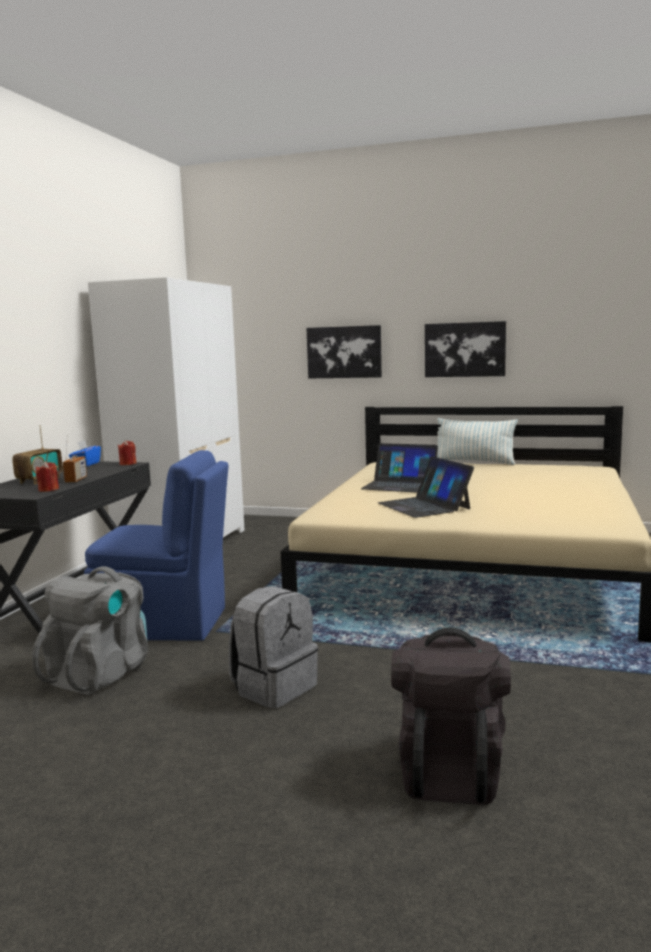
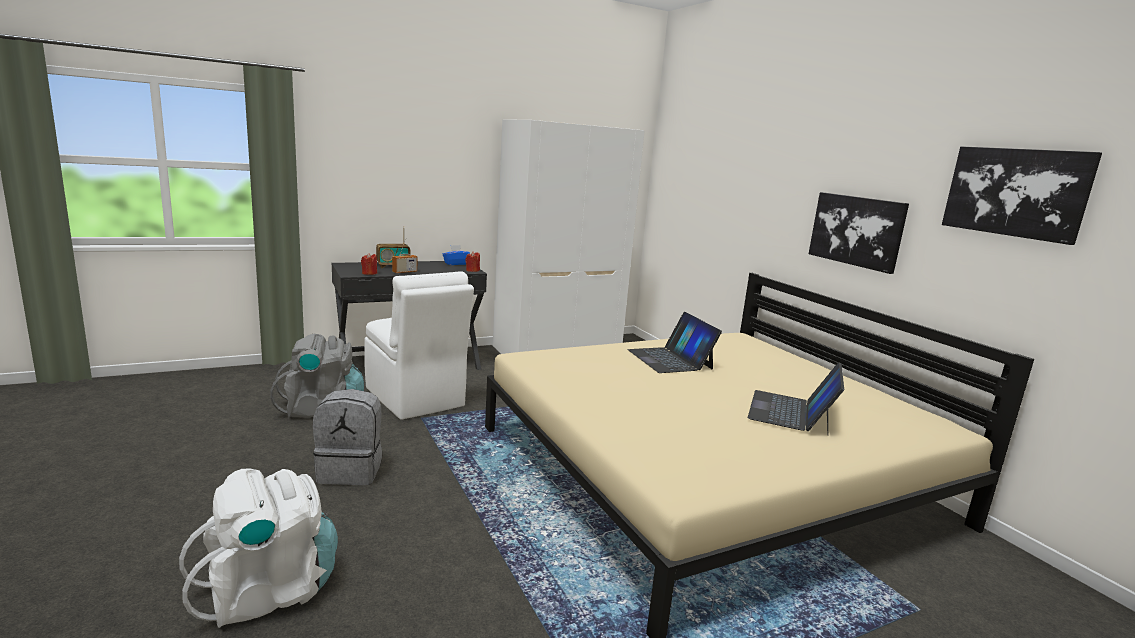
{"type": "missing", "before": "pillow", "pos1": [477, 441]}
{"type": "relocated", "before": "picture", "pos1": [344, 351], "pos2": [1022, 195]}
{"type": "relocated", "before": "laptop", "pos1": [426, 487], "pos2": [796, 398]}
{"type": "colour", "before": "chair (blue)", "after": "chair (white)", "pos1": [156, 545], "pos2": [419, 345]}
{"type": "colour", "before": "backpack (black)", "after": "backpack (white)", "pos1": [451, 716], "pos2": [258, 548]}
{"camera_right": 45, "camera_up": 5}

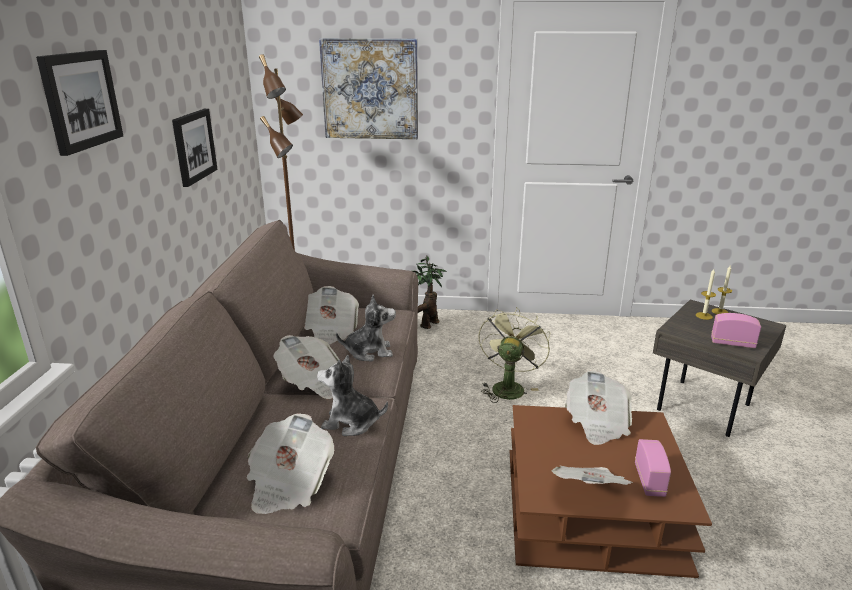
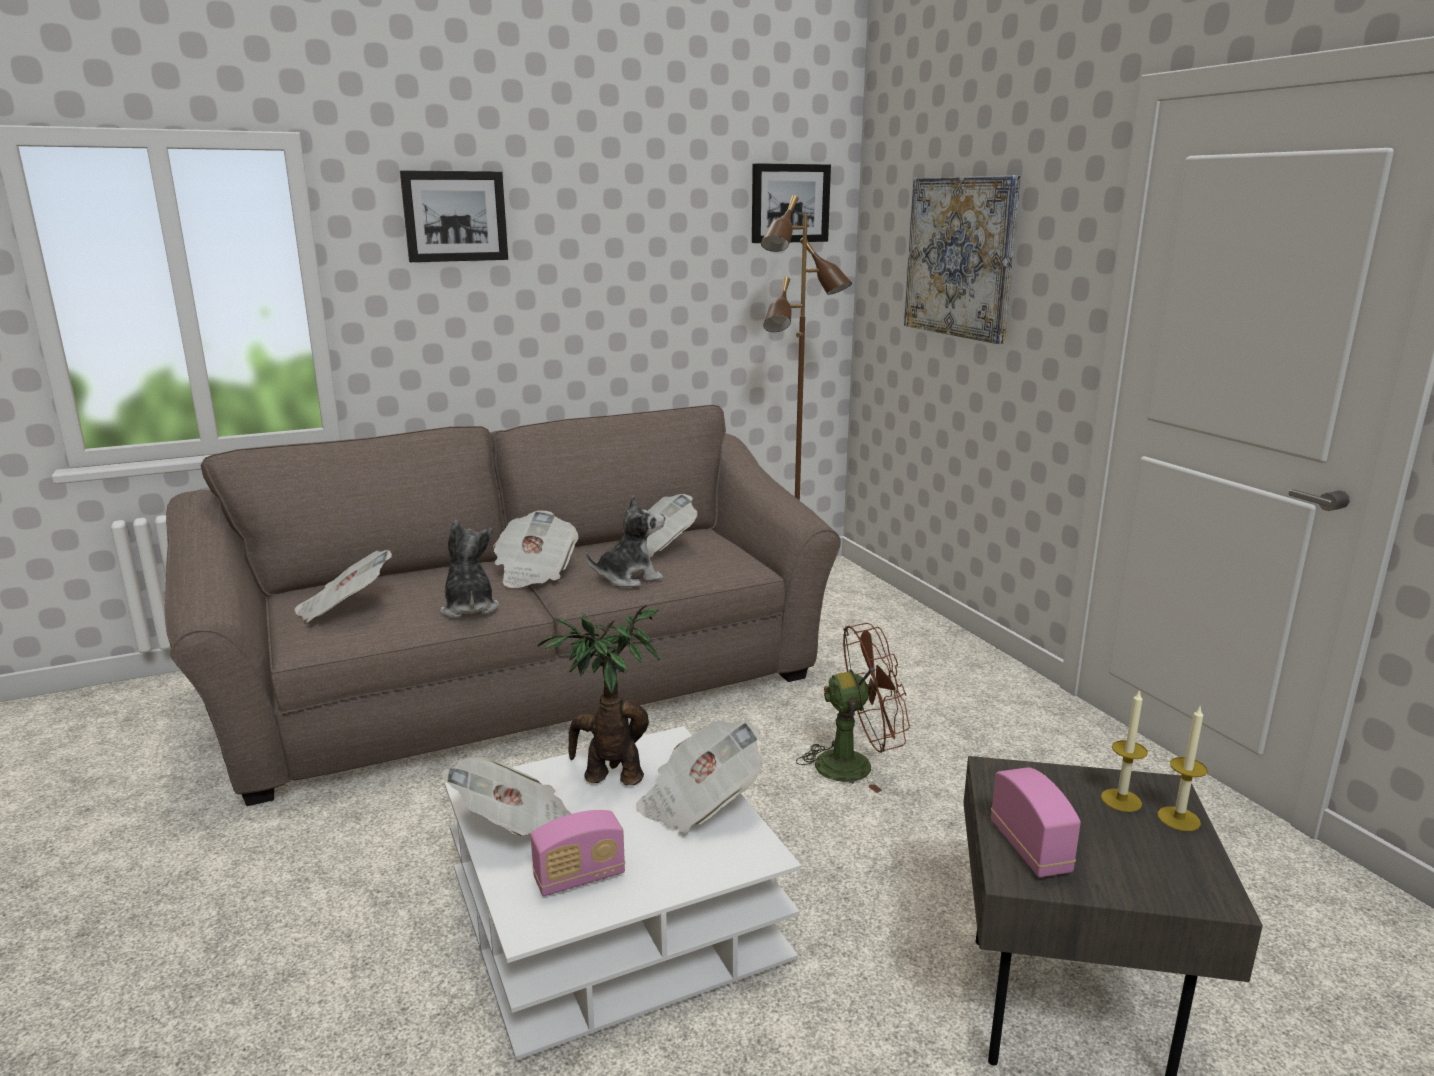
{"type": "relocated", "before": "picture", "pos1": [195, 148], "pos2": [791, 203]}
{"type": "relocated", "before": "potted plant", "pos1": [429, 292], "pos2": [599, 695]}
{"type": "colour", "before": "fan (green)", "after": "fan (brown)", "pos1": [514, 355], "pos2": [853, 708]}
{"type": "colour", "before": "coffee table (brown)", "after": "coffee table (white)", "pos1": [611, 491], "pos2": [623, 893]}
{"type": "spun", "before": "plush toy", "pos1": [366, 327], "pos2": [625, 541], "turn": -75}
{"camera_right": 60, "camera_up": -5}

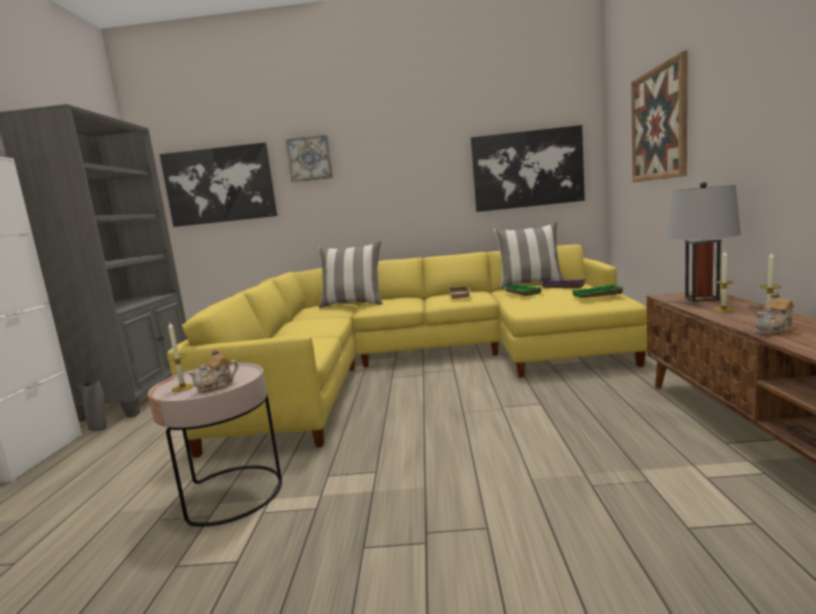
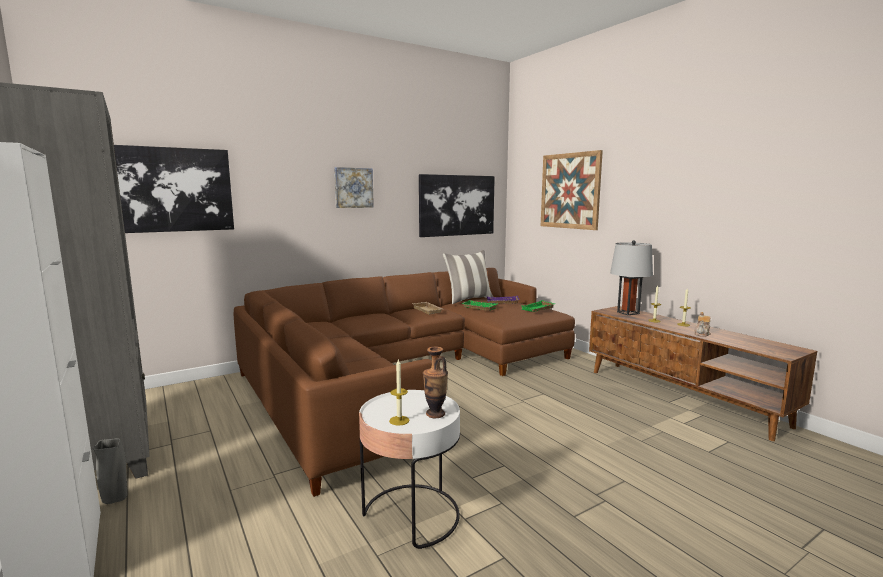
{"type": "missing", "before": "pillow", "pos1": [350, 274]}
{"type": "relocated", "before": "picture", "pos1": [309, 158], "pos2": [354, 187]}
{"type": "exchanged", "before": "teapot", "after": "vase", "pos1": [213, 371], "pos2": [435, 382]}
{"type": "colour", "before": "side table (pink)", "after": "side table (white)", "pos1": [215, 445], "pos2": [409, 469]}
{"type": "colour", "before": "sofa (yellow)", "after": "sofa (brown)", "pos1": [407, 351], "pos2": [404, 382]}
{"camera_right": -35, "camera_up": 0}

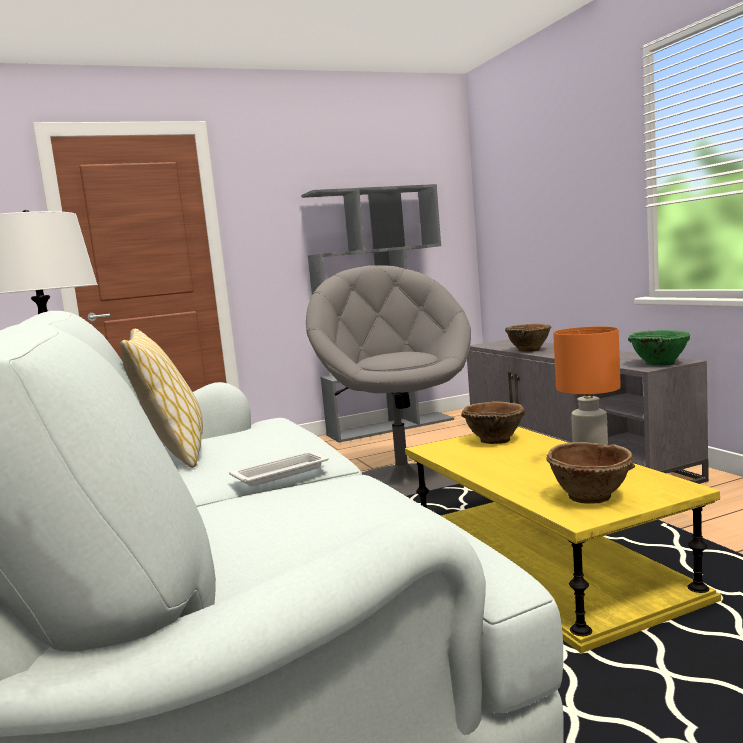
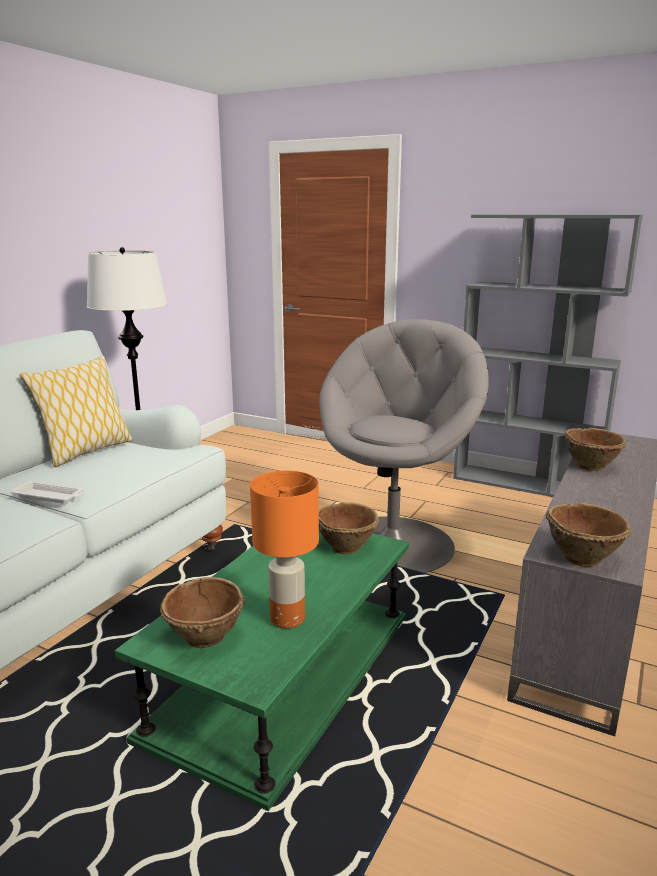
{"type": "colour", "before": "coffee table (yellow)", "after": "coffee table (green)", "pos1": [563, 540], "pos2": [262, 670]}
{"type": "colour", "before": "bowl (green)", "after": "bowl (brown)", "pos1": [659, 348], "pos2": [588, 535]}
{"camera_right": 50, "camera_up": 10}

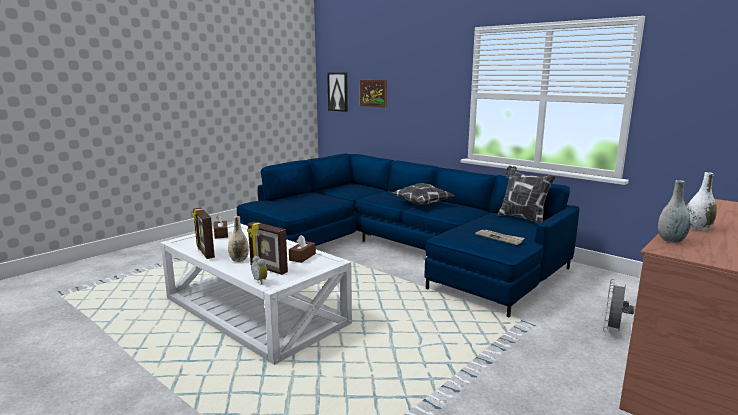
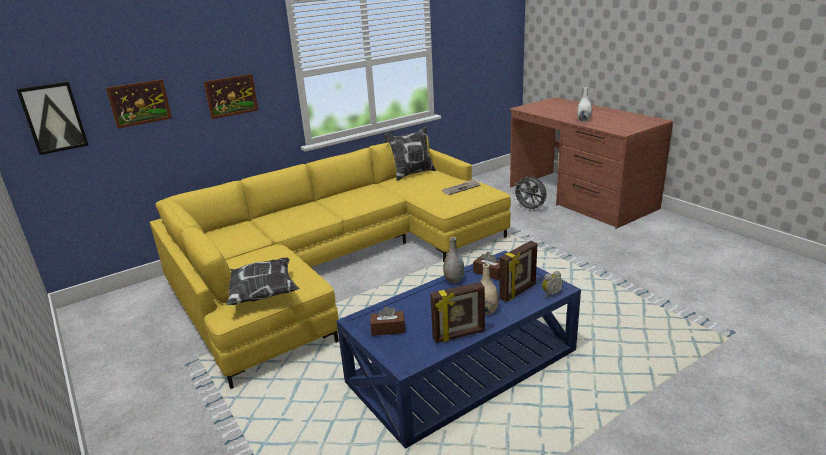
{"type": "appeared", "after": "picture", "pos2": [231, 96]}
{"type": "relocated", "before": "pillow", "pos1": [423, 194], "pos2": [263, 281]}
{"type": "relocated", "before": "vase (grey)", "pos1": [674, 211], "pos2": [454, 260]}
{"type": "colour", "before": "coffee table (white)", "after": "coffee table (blue)", "pos1": [256, 294], "pos2": [459, 349]}
{"type": "colour", "before": "sofa (blue)", "after": "sofa (yellow)", "pos1": [408, 235], "pos2": [330, 262]}
{"camera_right": -75, "camera_up": 10}

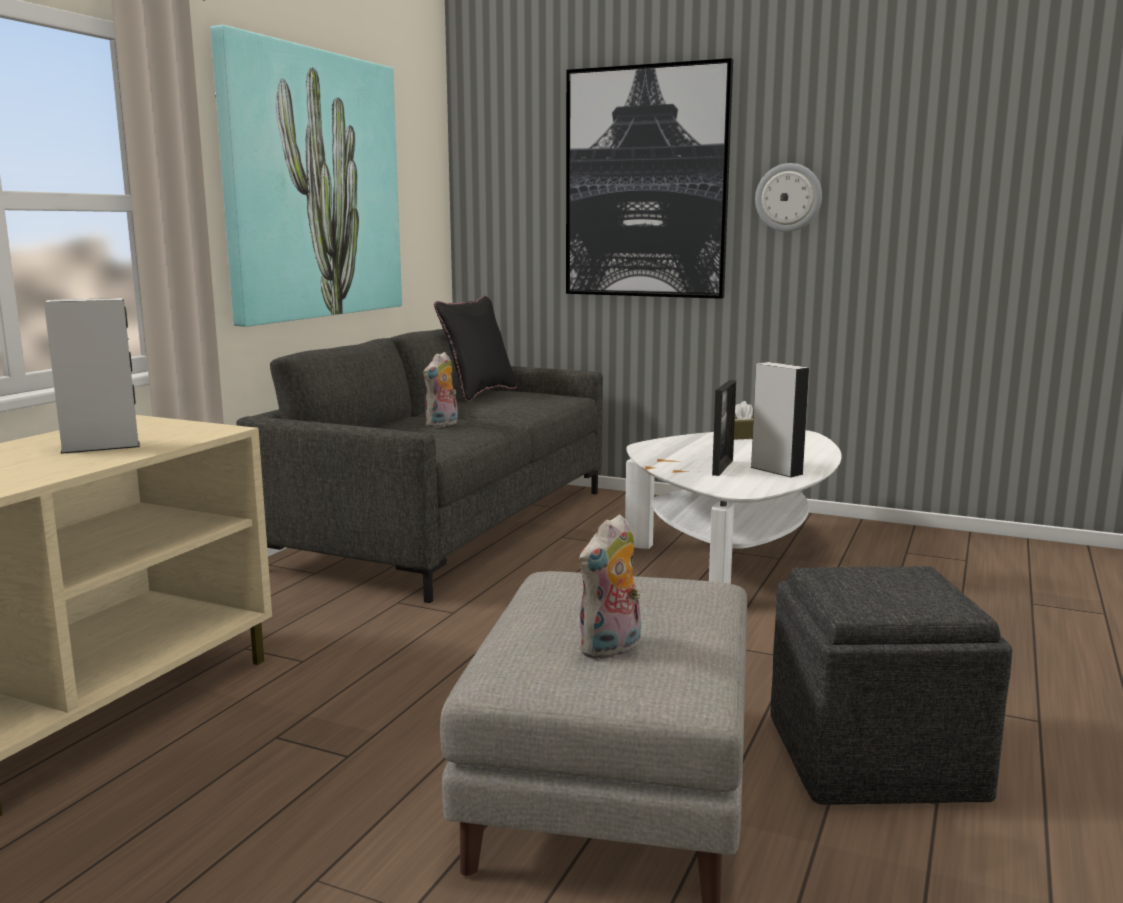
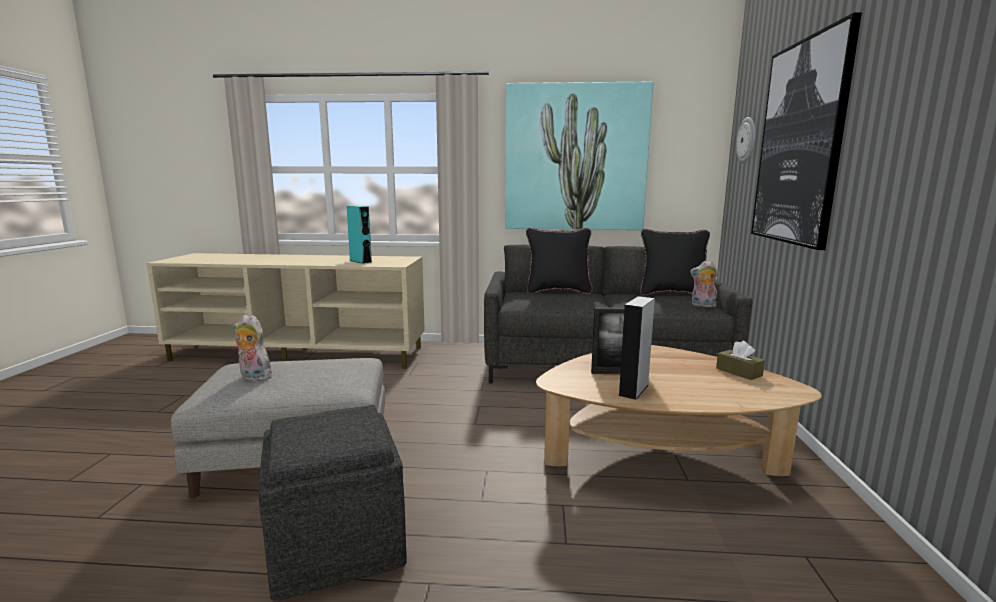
{"type": "appeared", "after": "pillow (black)", "pos2": [559, 261]}
{"type": "relocated", "before": "plush toy", "pos1": [440, 390], "pos2": [704, 284]}
{"type": "relocated", "before": "wall clock", "pos1": [788, 197], "pos2": [745, 140]}
{"type": "colour", "before": "speaker (grey)", "after": "speaker (turquoise)", "pos1": [92, 376], "pos2": [359, 235]}
{"type": "colour", "before": "coffee table (white)", "after": "coffee table (brown)", "pos1": [733, 507], "pos2": [679, 410]}
{"camera_right": 70, "camera_up": 0}

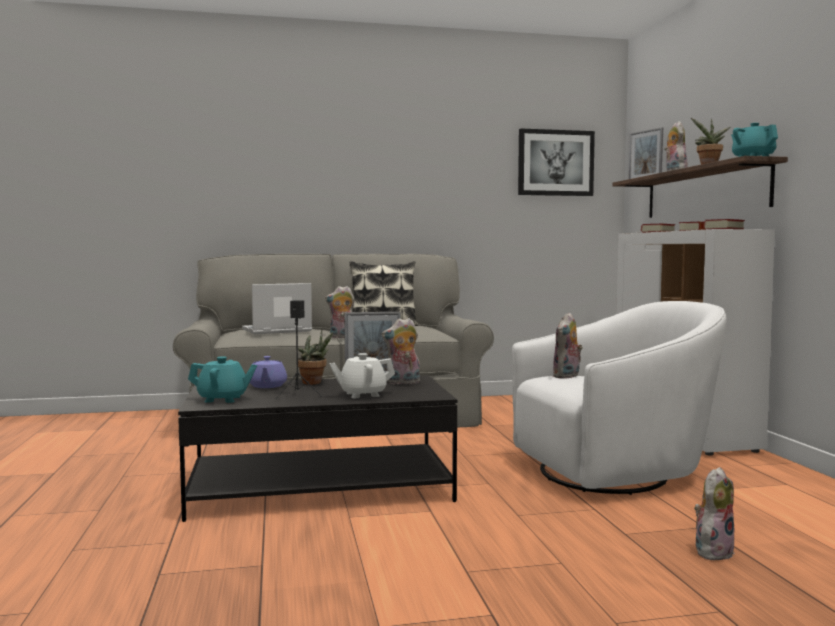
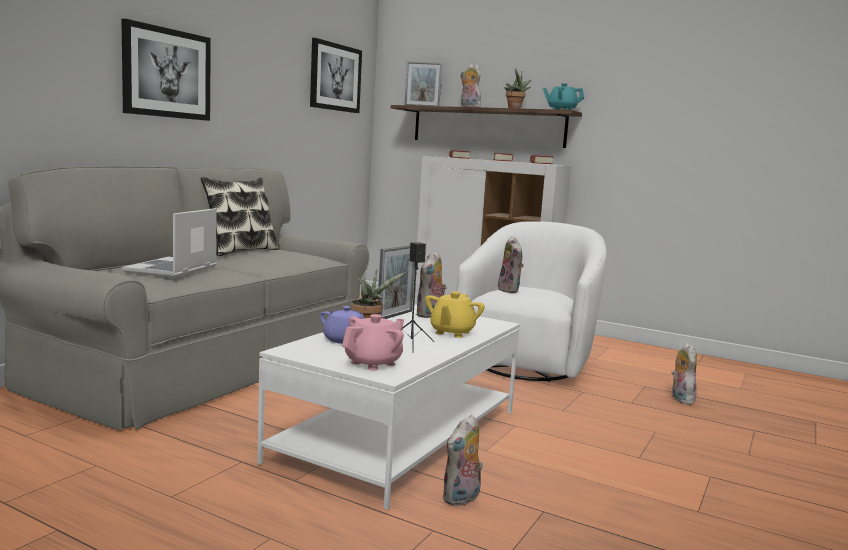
{"type": "appeared", "after": "picture", "pos2": [166, 70]}
{"type": "relocated", "before": "plush toy", "pos1": [340, 312], "pos2": [462, 460]}
{"type": "colour", "before": "coffee table (black)", "after": "coffee table (white)", "pos1": [317, 448], "pos2": [388, 407]}
{"type": "colour", "before": "teapot (turquoise)", "after": "teapot (pink)", "pos1": [222, 379], "pos2": [373, 342]}
{"type": "colour", "before": "teapot (white)", "after": "teapot (yellow)", "pos1": [362, 375], "pos2": [455, 314]}
{"camera_right": -50, "camera_up": 5}

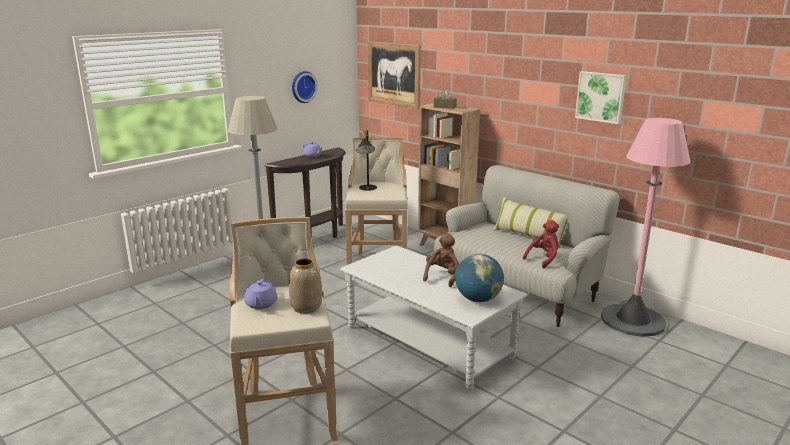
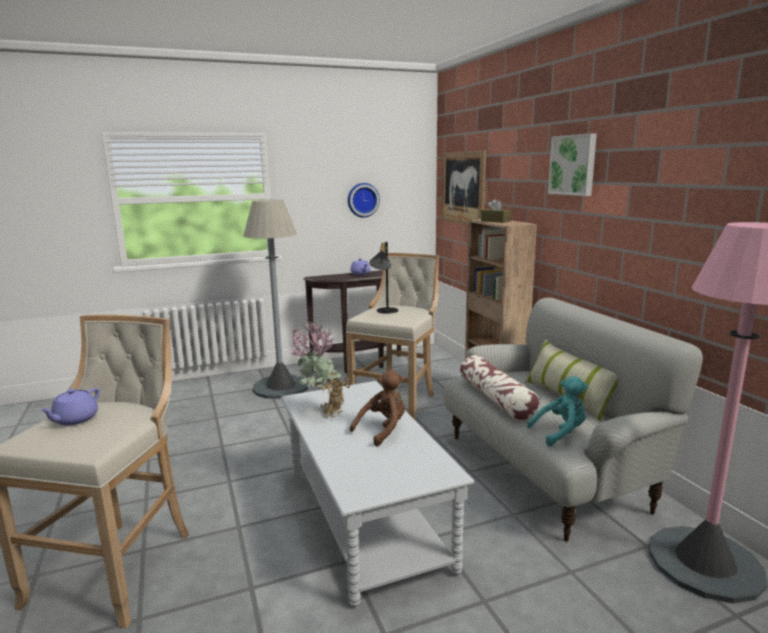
{"type": "missing", "before": "vase", "pos1": [305, 286]}
{"type": "missing", "before": "globe", "pos1": [479, 278]}
{"type": "appeared", "after": "potted plant", "pos2": [320, 369]}
{"type": "appeared", "after": "pillow", "pos2": [500, 388]}
{"type": "relocated", "before": "picture", "pos1": [601, 97], "pos2": [572, 164]}
{"type": "colour", "before": "plush toy (red)", "after": "plush toy (turquoise)", "pos1": [541, 244], "pos2": [557, 411]}
{"camera_right": 25, "camera_up": -5}

